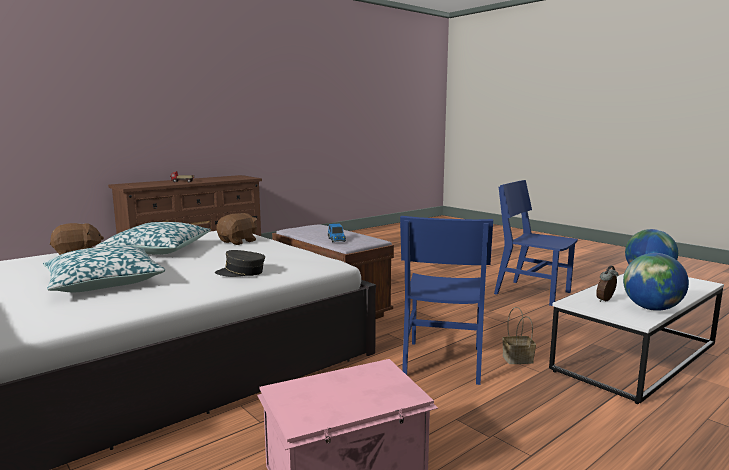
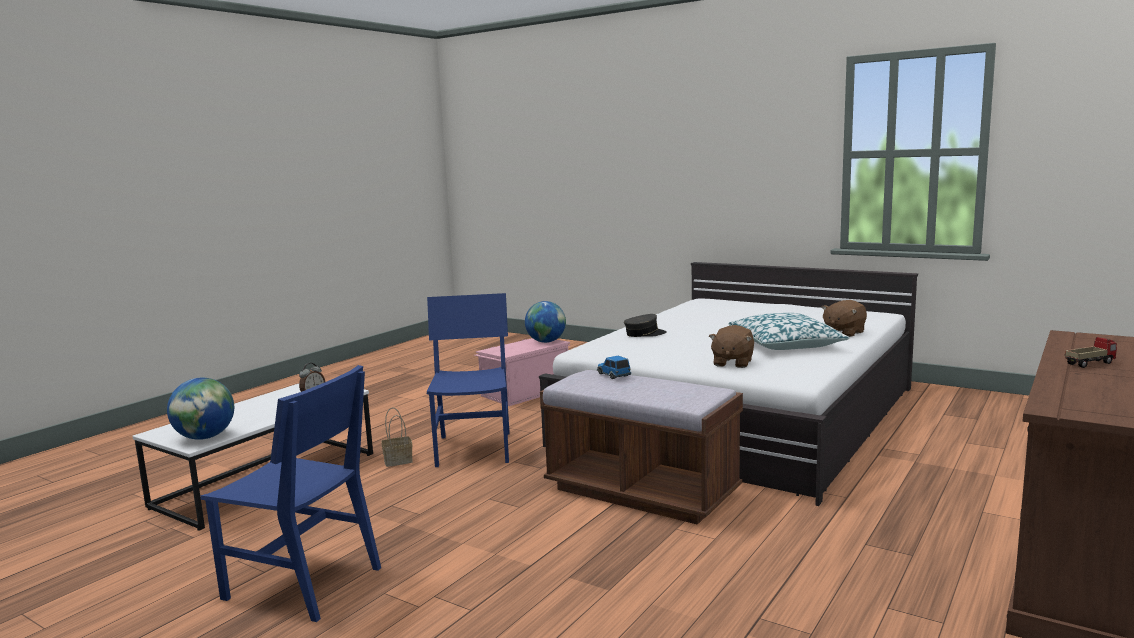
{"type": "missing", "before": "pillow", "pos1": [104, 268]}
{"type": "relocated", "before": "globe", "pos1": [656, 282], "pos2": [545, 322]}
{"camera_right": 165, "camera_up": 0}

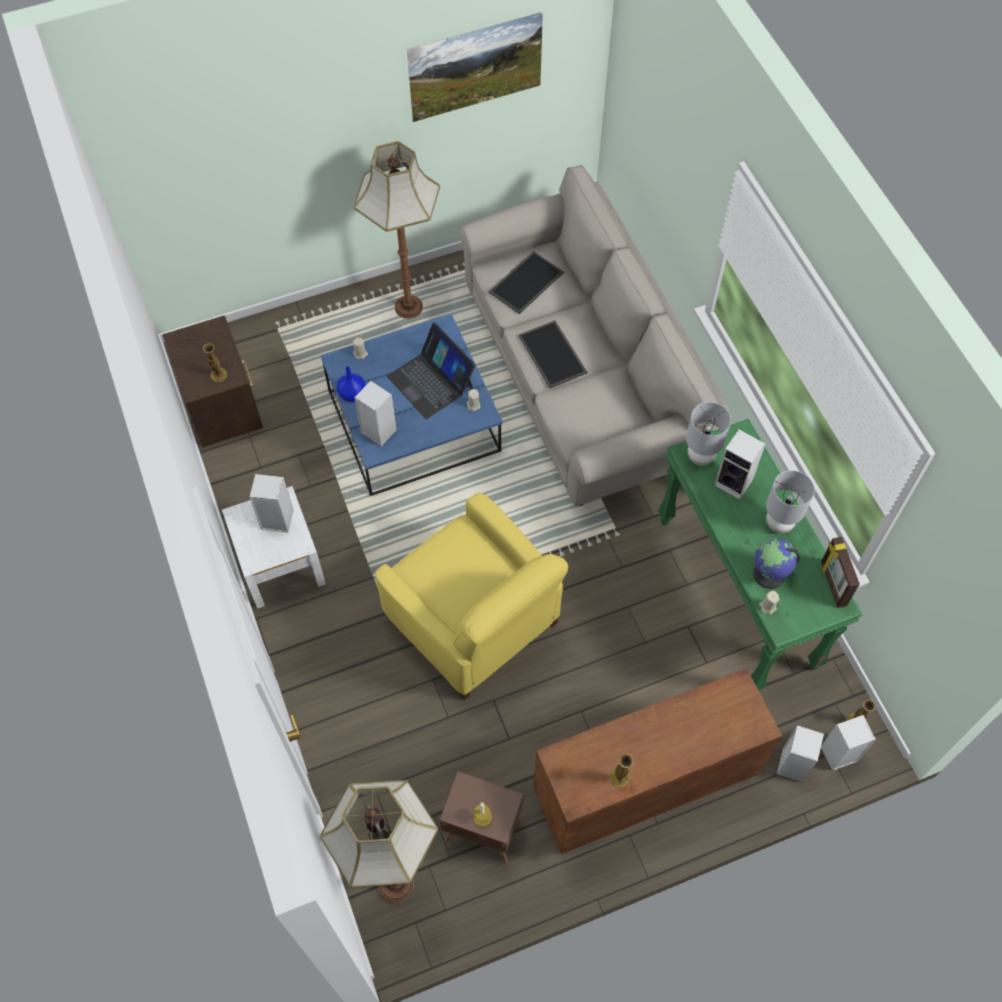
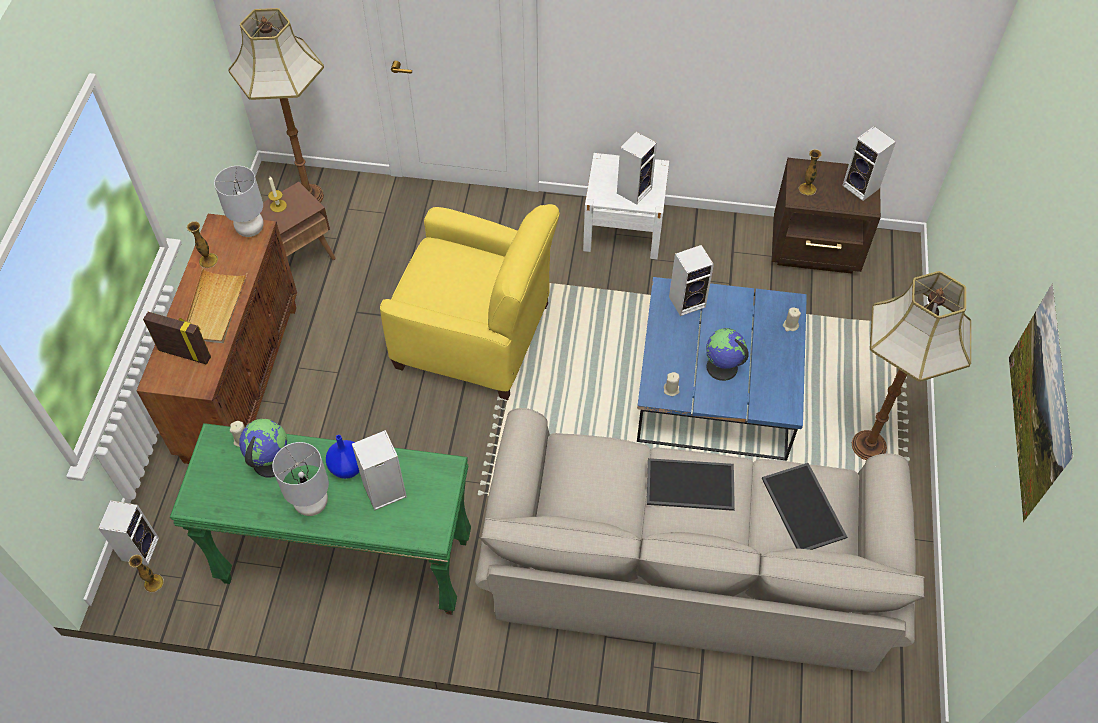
{"type": "appeared", "after": "tray (beige)", "pos2": [216, 305]}
{"type": "relocated", "before": "vase (blue)", "pos1": [351, 384], "pos2": [342, 457]}
{"type": "relocated", "before": "table lamp (grey)", "pos1": [708, 434], "pos2": [239, 201]}
{"type": "relocated", "before": "speaker", "pos1": [800, 754], "pos2": [869, 163]}
{"type": "relocated", "before": "picture frame", "pos1": [840, 572], "pos2": [177, 338]}
{"type": "exchanged", "before": "laptop", "after": "globe", "pos1": [431, 371], "pos2": [727, 354]}
{"type": "spun", "before": "armchair (yellow)", "pos1": [471, 596], "pos2": [469, 302], "turn": -150}
{"camera_right": 120, "camera_up": -5}

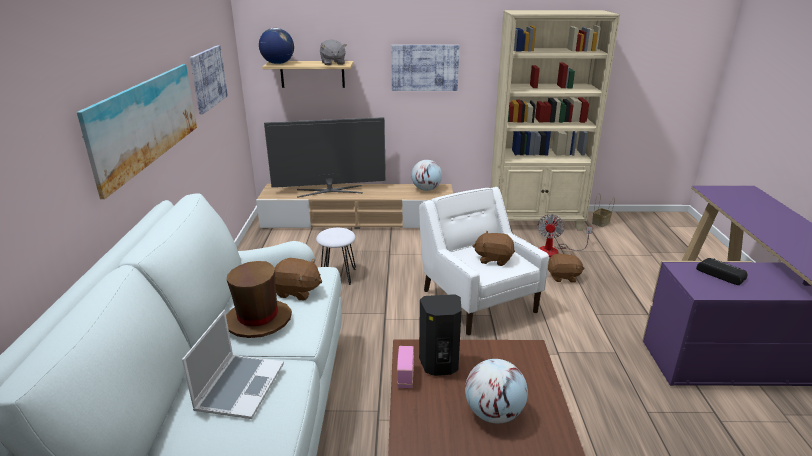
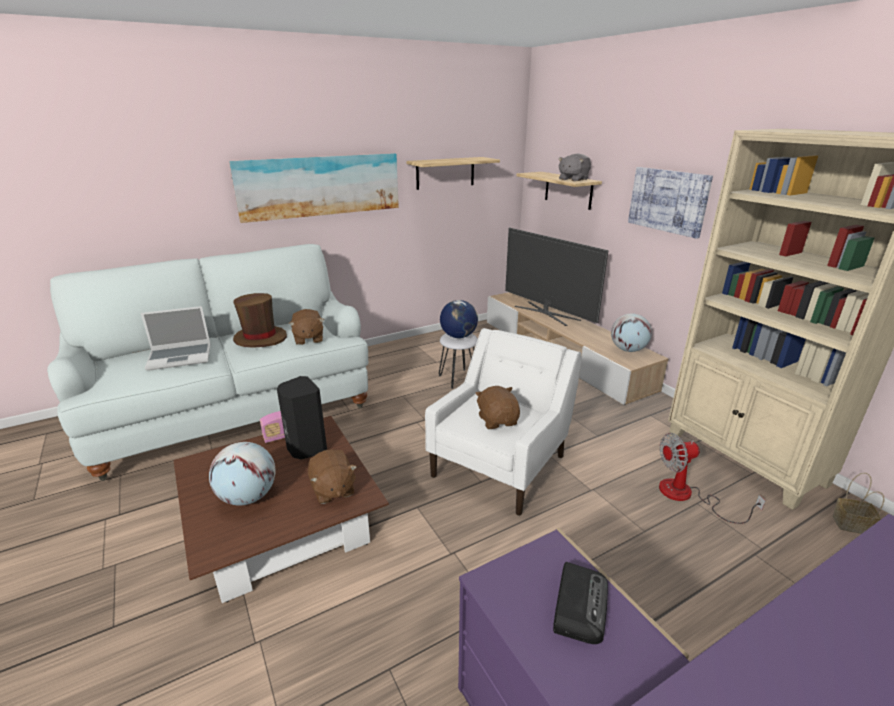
{"type": "relocated", "before": "globe", "pos1": [276, 46], "pos2": [459, 319]}
{"type": "relocated", "before": "plush toy (brown)", "pos1": [566, 268], "pos2": [332, 476]}
{"type": "exchanged", "before": "picture", "after": "shelf", "pos1": [209, 79], "pos2": [453, 173]}
{"camera_right": 60, "camera_up": 0}

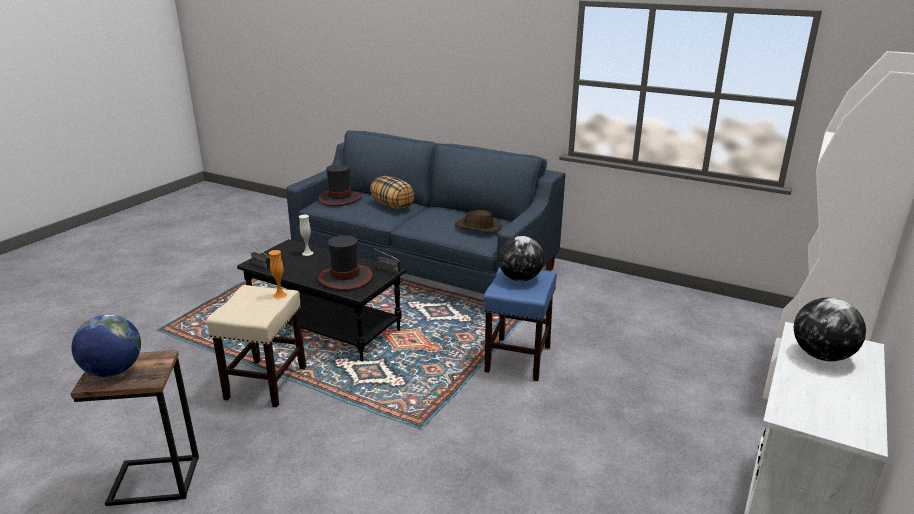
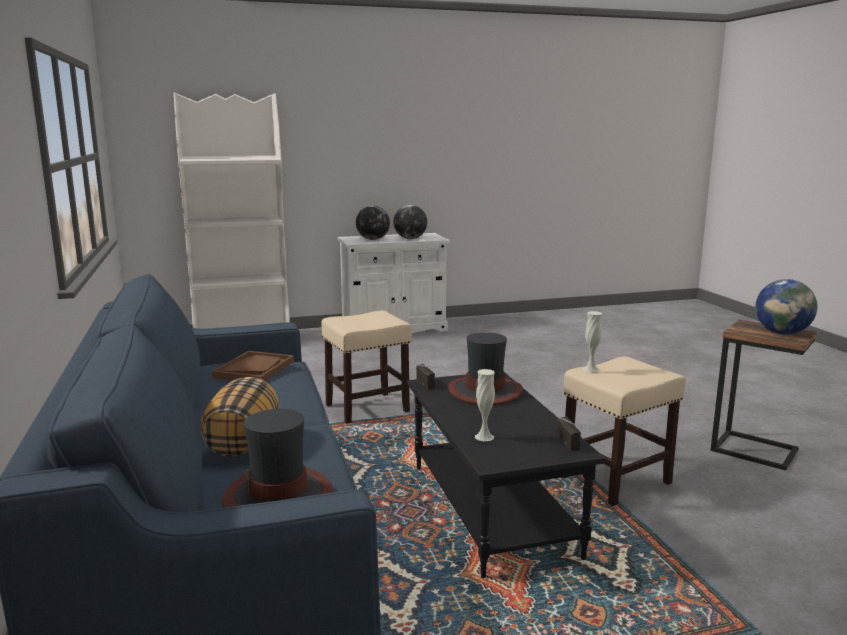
{"type": "relocated", "before": "globe", "pos1": [521, 258], "pos2": [410, 222]}
{"type": "exchanged", "before": "hat (brown)", "after": "tray (brown)", "pos1": [478, 221], "pos2": [253, 366]}
{"type": "colour", "before": "vase (orange)", "after": "vase (white)", "pos1": [278, 274], "pos2": [592, 341]}
{"type": "colour", "before": "stool (blue)", "after": "stool (beige)", "pos1": [520, 324], "pos2": [366, 367]}
{"camera_right": -135, "camera_up": -10}

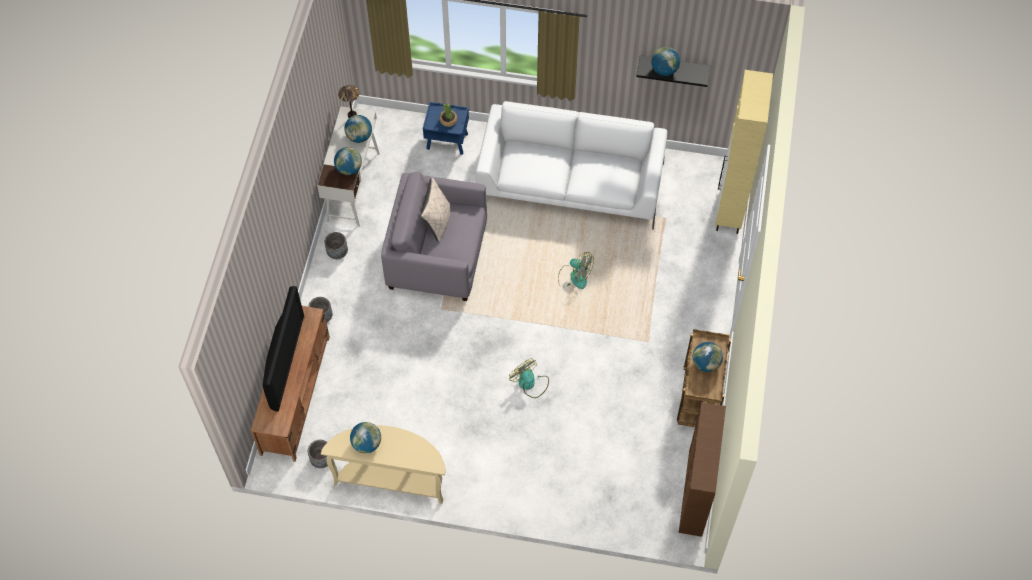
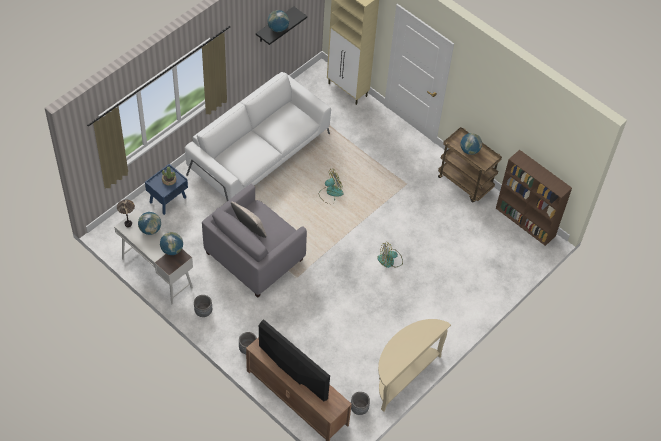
{"type": "missing", "before": "globe", "pos1": [365, 437]}
{"camera_right": -60, "camera_up": -5}

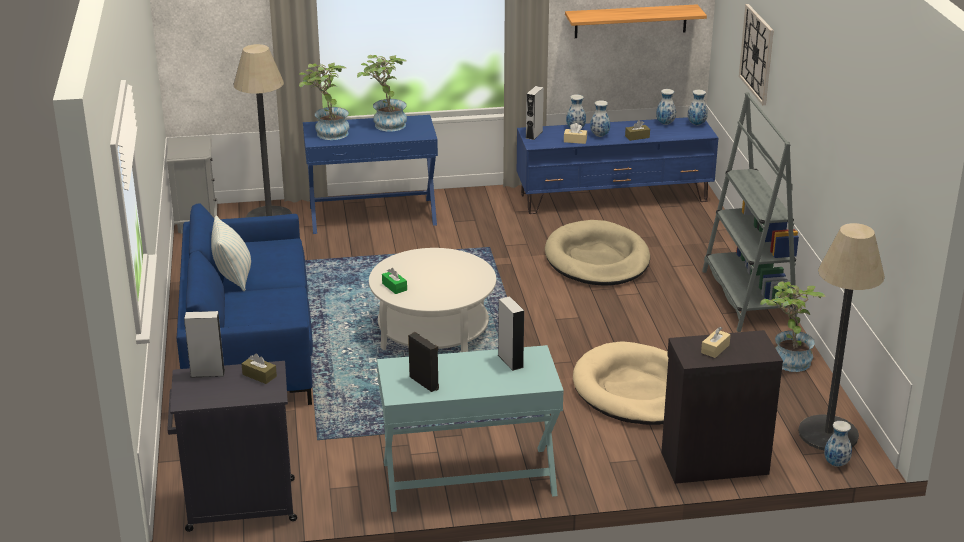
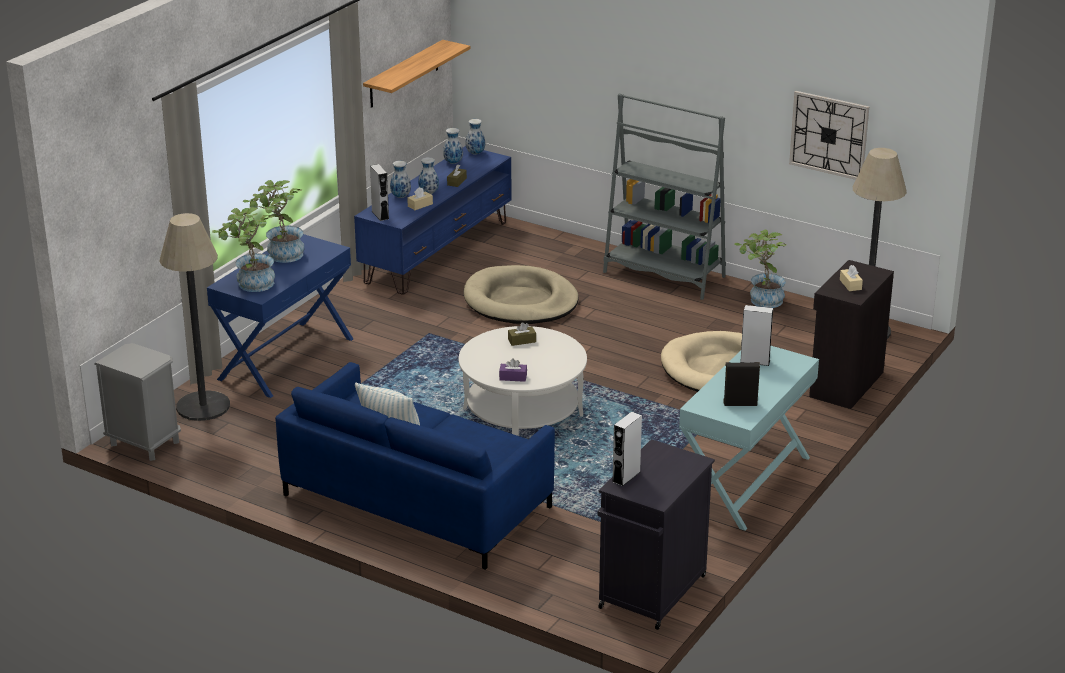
{"type": "missing", "before": "vase", "pos1": [838, 444]}
{"type": "relocated", "before": "tissue box (brown)", "pos1": [259, 368], "pos2": [522, 334]}
{"type": "relocated", "before": "wall clock", "pos1": [756, 54], "pos2": [829, 135]}
{"type": "colour", "before": "tissue box (green)", "after": "tissue box (purple)", "pos1": [394, 281], "pos2": [513, 370]}
{"camera_right": -50, "camera_up": 0}

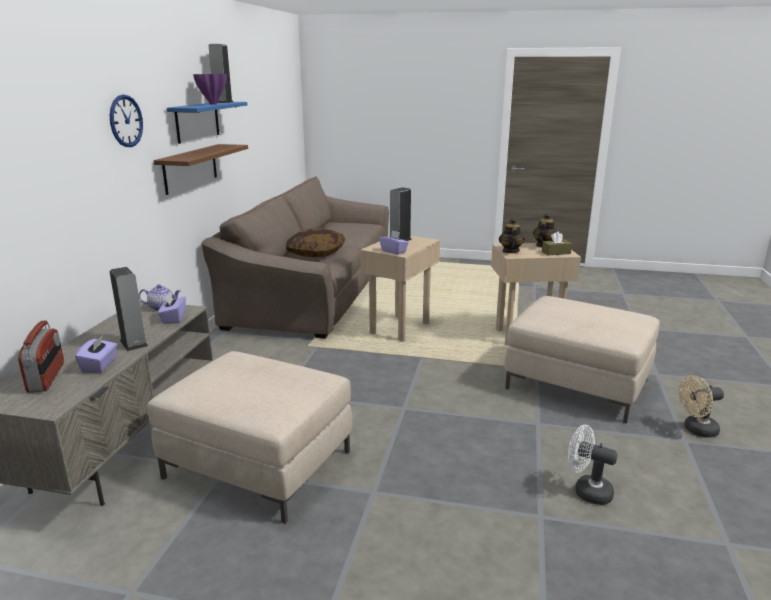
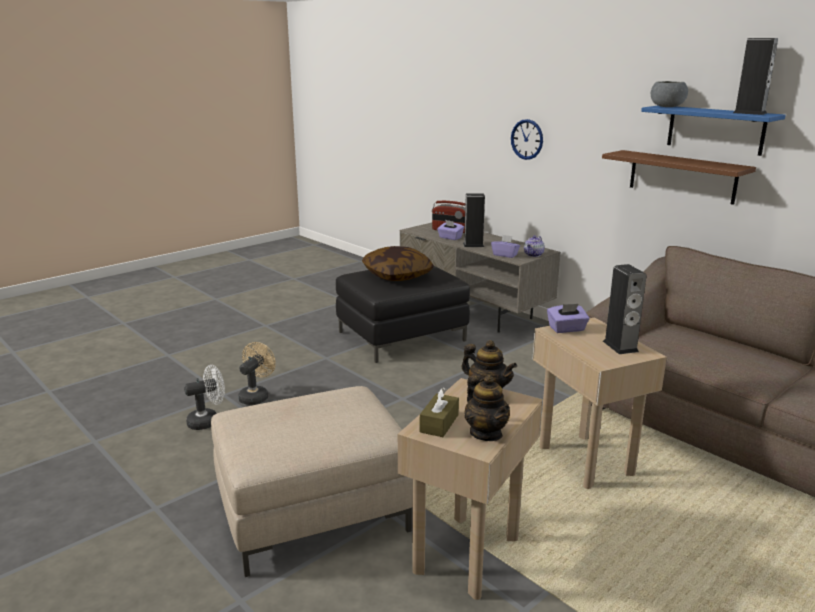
{"type": "missing", "before": "vase (purple)", "pos1": [210, 89]}
{"type": "appeared", "after": "bowl (grey)", "pos2": [669, 94]}
{"type": "relocated", "before": "wall clock", "pos1": [126, 121], "pos2": [527, 139]}
{"type": "relocated", "before": "pillow", "pos1": [316, 243], "pos2": [398, 263]}
{"type": "relocated", "before": "fan (beige)", "pos1": [701, 406], "pos2": [257, 373]}
{"type": "colour", "before": "ottoman (beige)", "after": "ottoman (black)", "pos1": [249, 437], "pos2": [403, 314]}
{"camera_right": 125, "camera_up": 0}

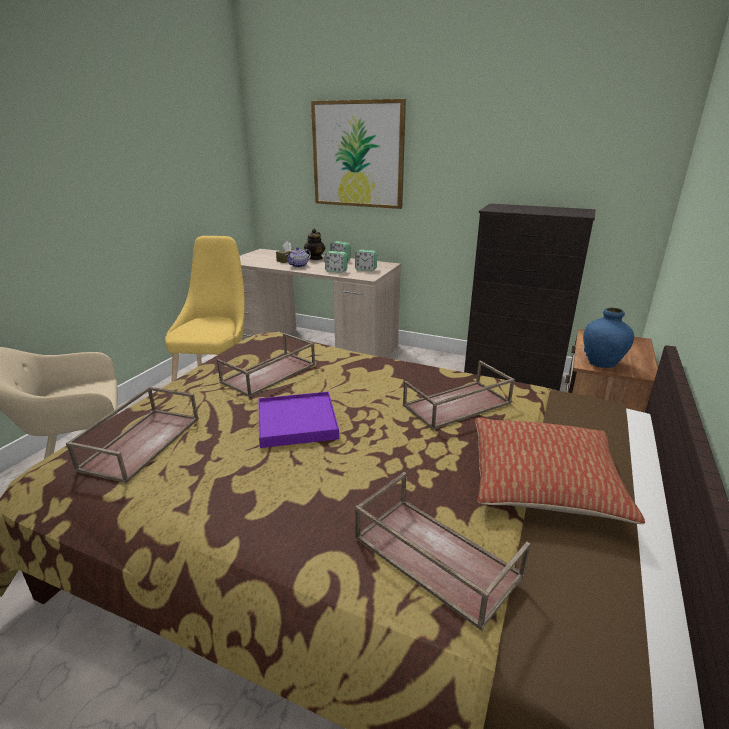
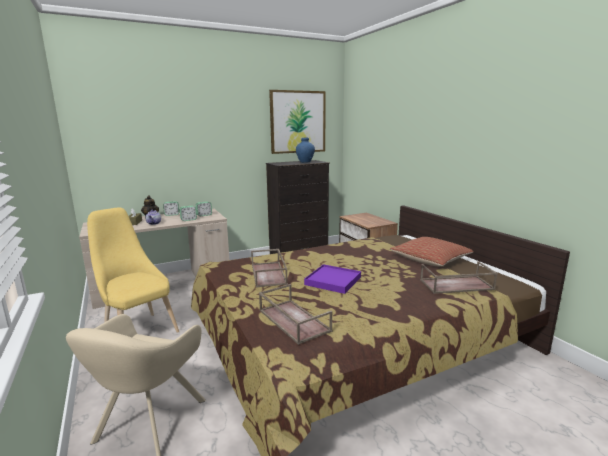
{"type": "missing", "before": "tray (brown)", "pos1": [459, 395]}
{"type": "relocated", "before": "picture", "pos1": [358, 154], "pos2": [297, 122]}
{"type": "relocated", "before": "vase (blue)", "pos1": [608, 337], "pos2": [305, 150]}
{"camera_right": -50, "camera_up": -10}

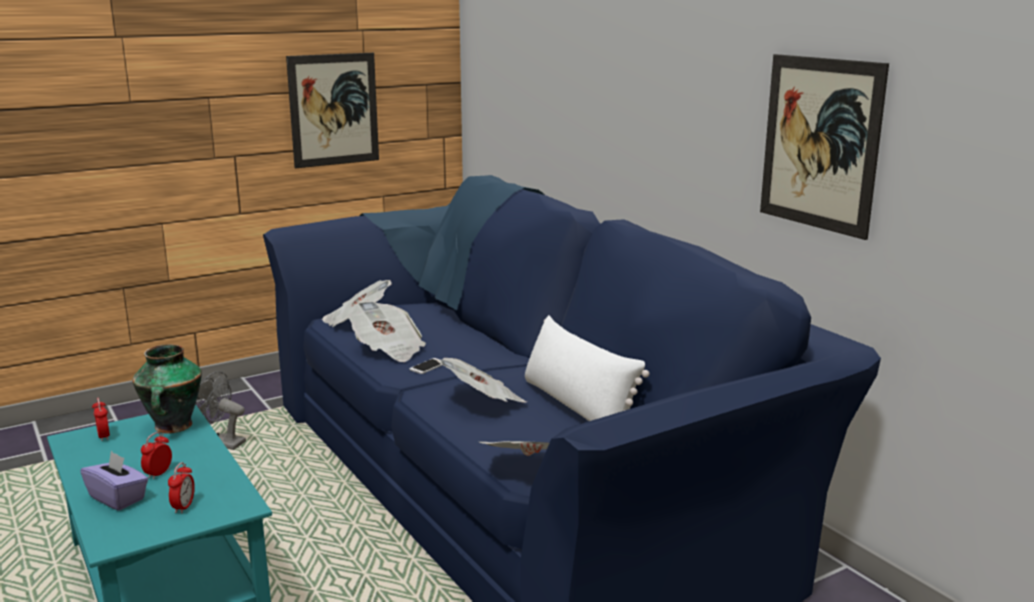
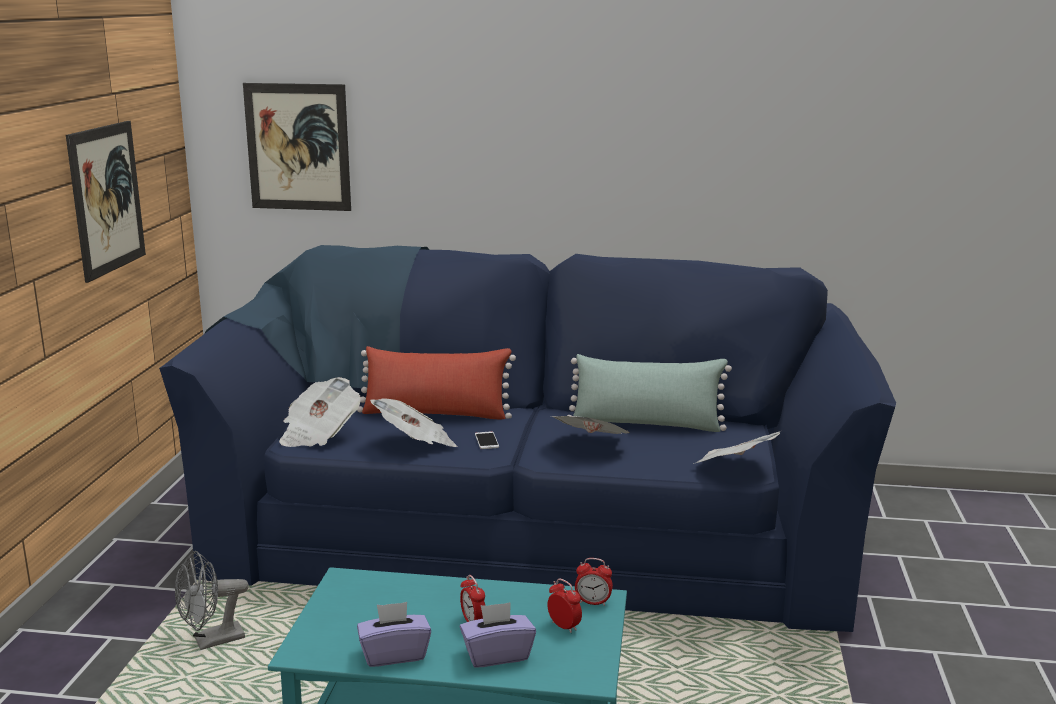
{"type": "missing", "before": "vase", "pos1": [167, 389]}
{"type": "appeared", "after": "pillow (red)", "pos2": [436, 382]}
{"type": "appeared", "after": "tissue box (purple)", "pos2": [394, 634]}
{"type": "relocated", "before": "alarm clock", "pos1": [101, 419], "pos2": [594, 582]}
{"type": "relocated", "before": "picture", "pos1": [824, 147], "pos2": [297, 147]}
{"type": "colour", "before": "pillow (white)", "after": "pillow (green)", "pos1": [587, 368], "pos2": [649, 393]}
{"camera_right": -50, "camera_up": 0}

